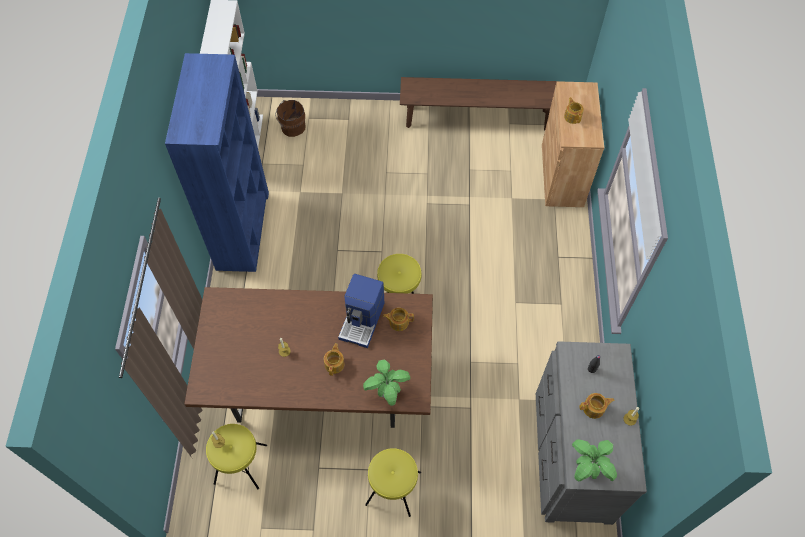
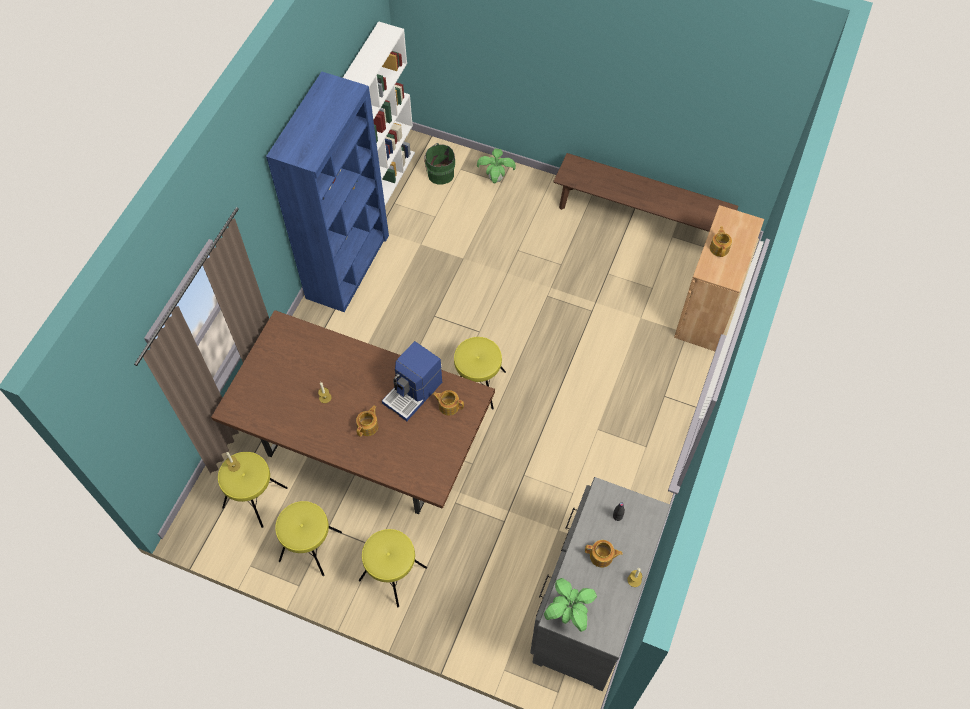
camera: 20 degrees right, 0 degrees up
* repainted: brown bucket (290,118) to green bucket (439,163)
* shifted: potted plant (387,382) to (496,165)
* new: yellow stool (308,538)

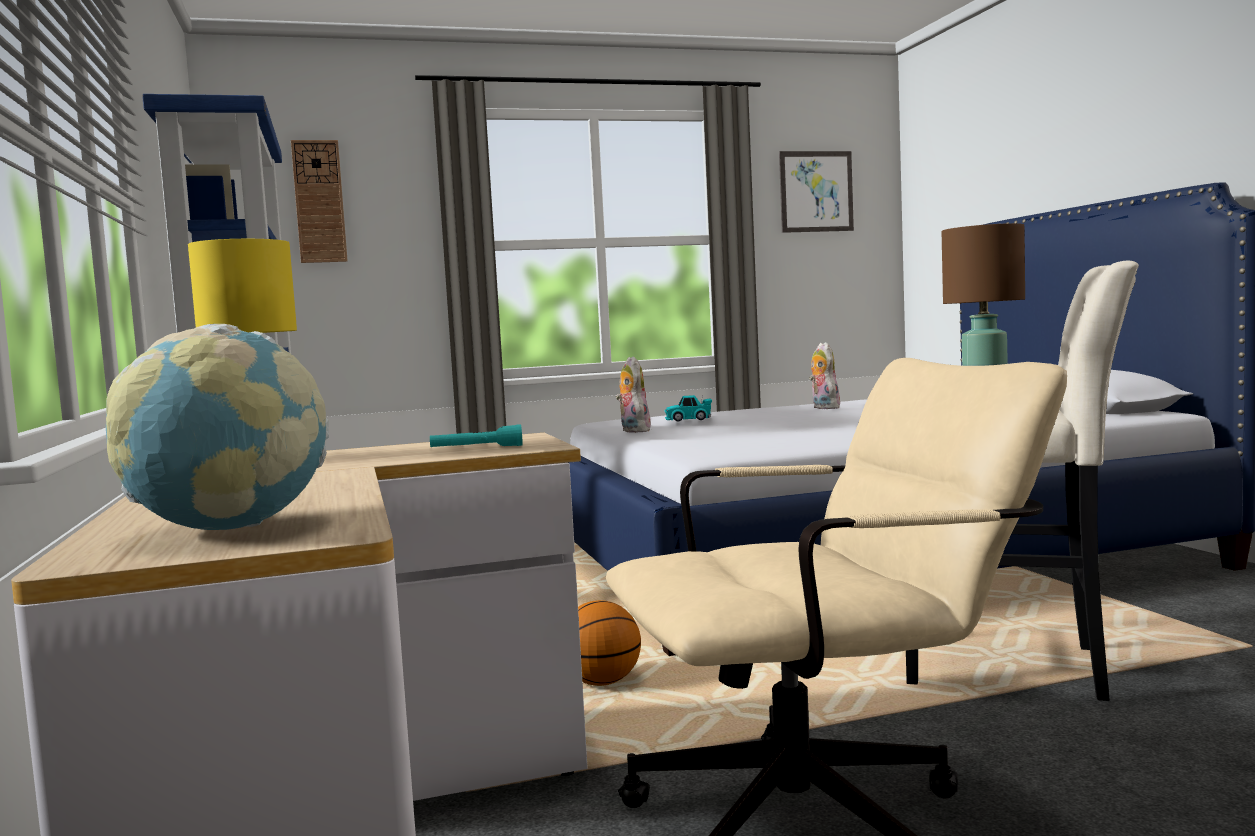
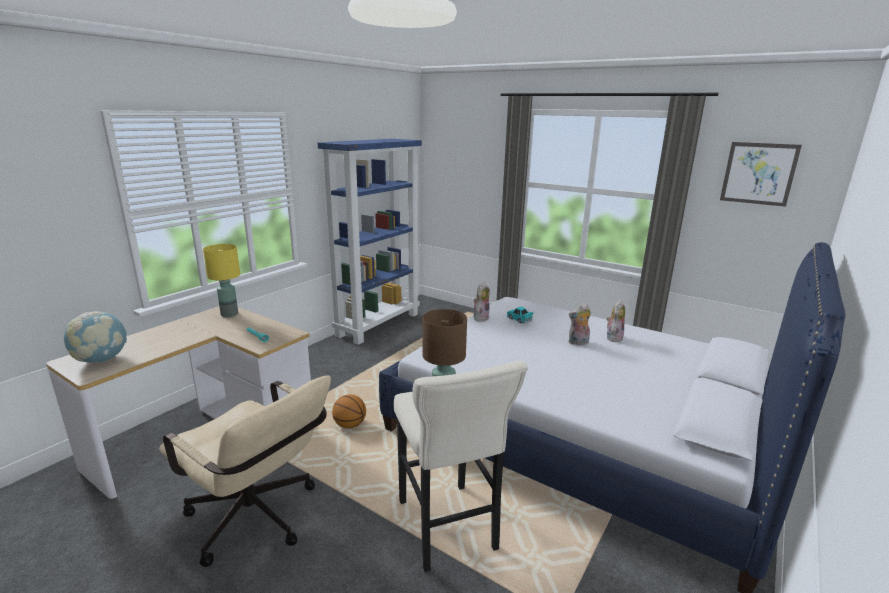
camera: 50 degrees right, 15 degrees up
* gone: wall clock (319,201)
* new: plush toy (580,324)

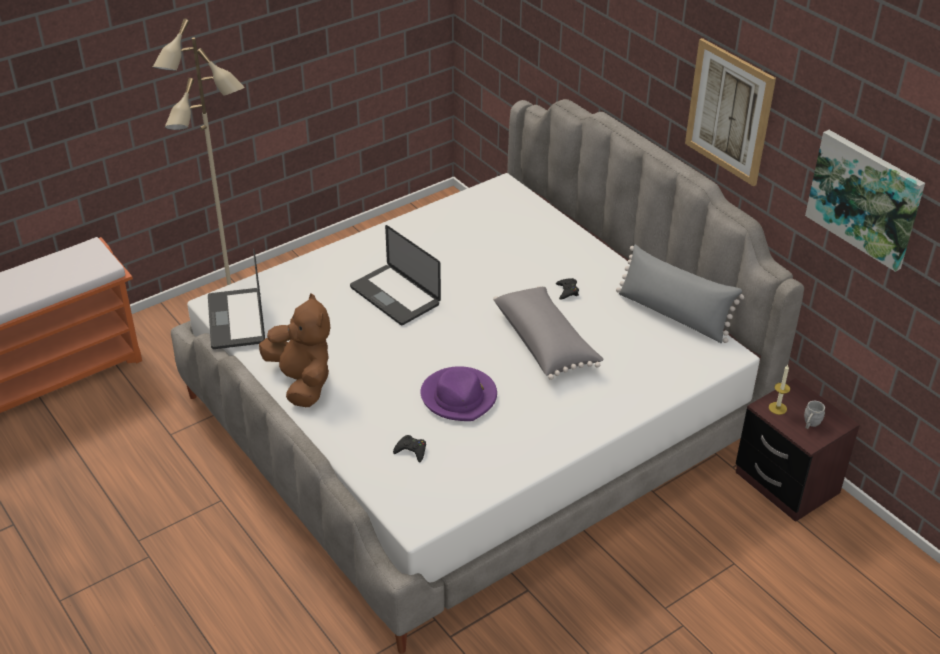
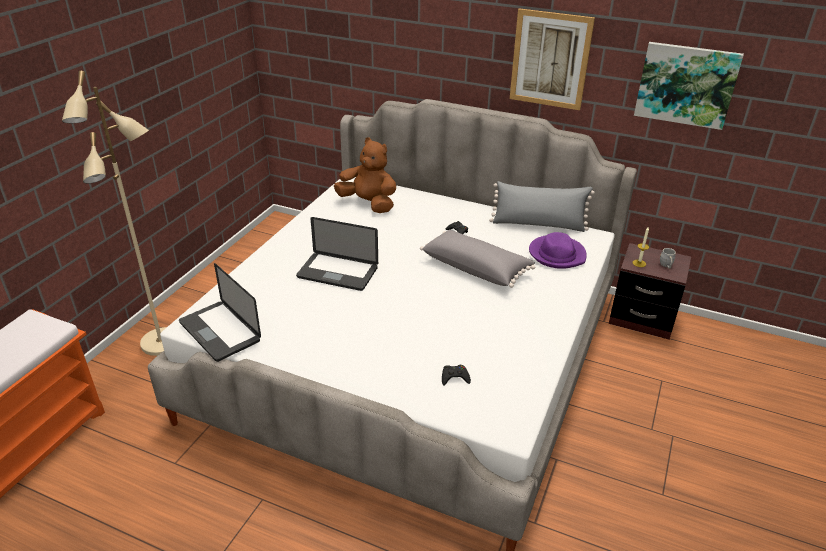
camera: 30 degrees left, 5 degrees down
* shifted: brown plush toy (294,350) to (365,175)
* shifted: purple hat (458,393) to (558,250)

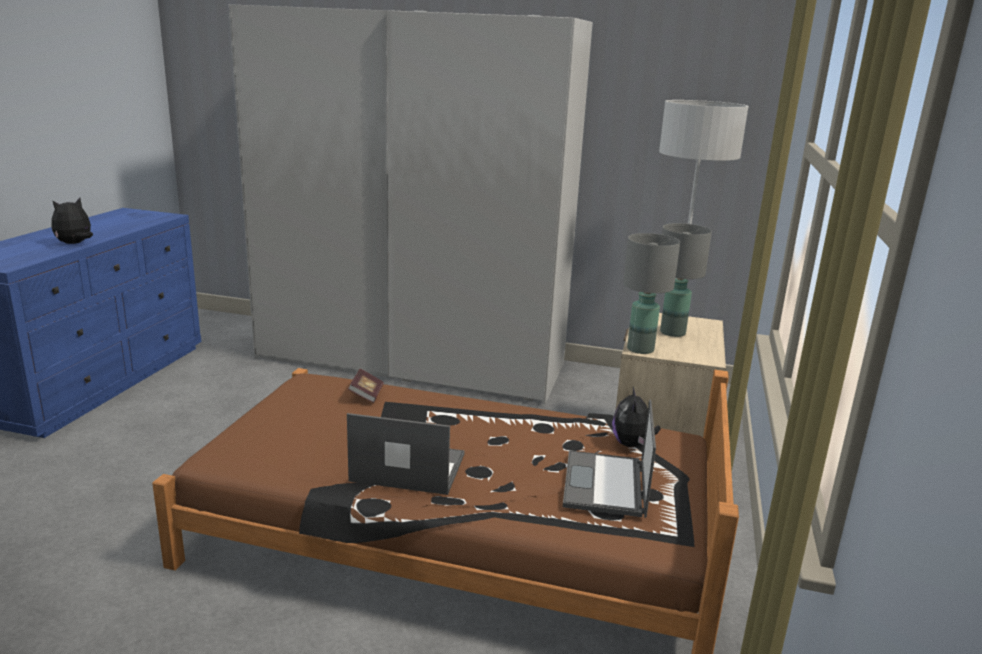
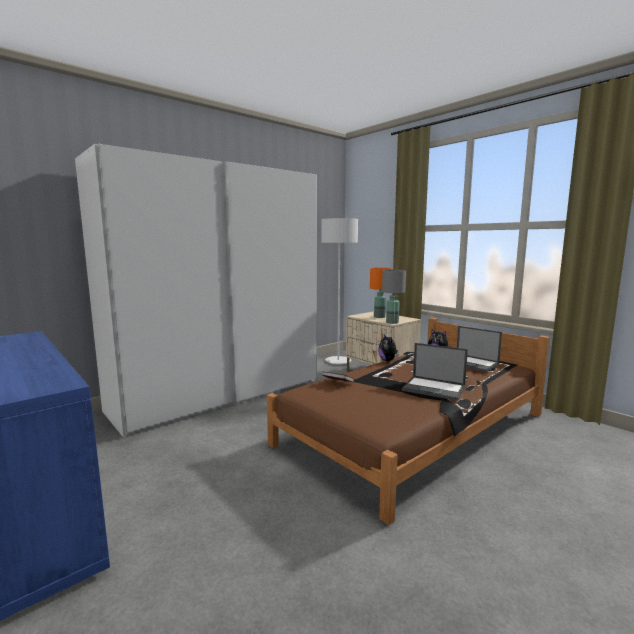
camera: 55 degrees left, 10 degrees down
* shifted: plush toy (72,221) to (388,347)
* rotated: laptop (406,454) = (435,372) 105 degrees counterclockwise
* repainted: grey table lamp (686,280) to orange table lamp (381,293)

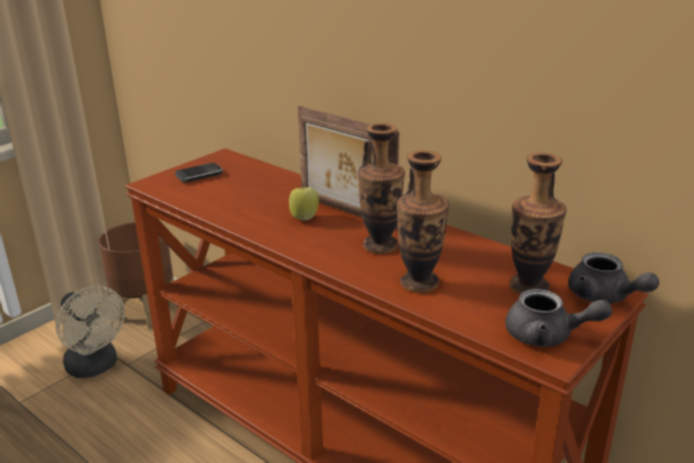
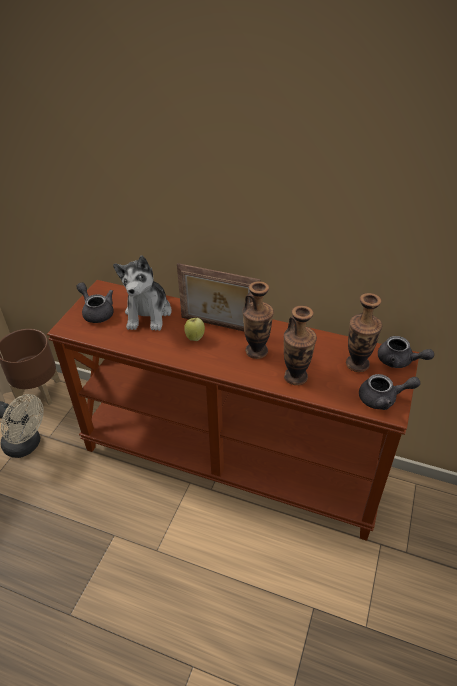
camera: 20 degrees left, 15 degrees up
* swapped: phone (199,173) to grey teapot (95,302)
* new: plush toy (142,293)

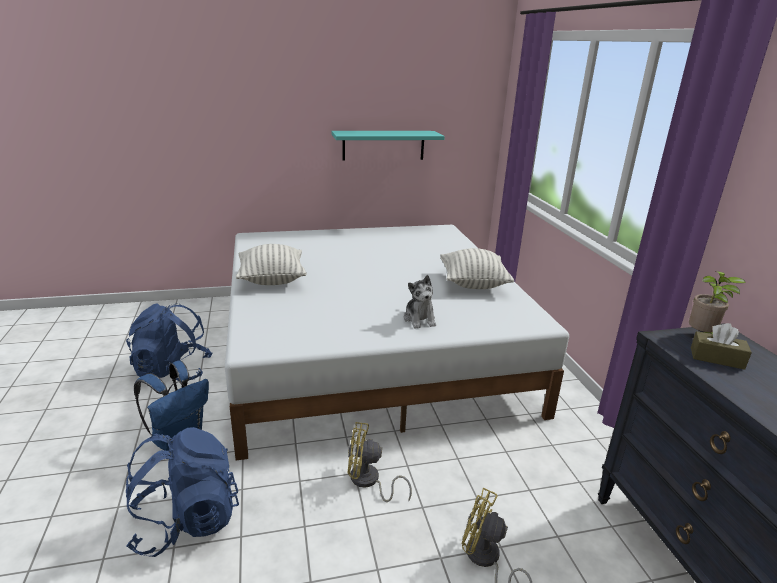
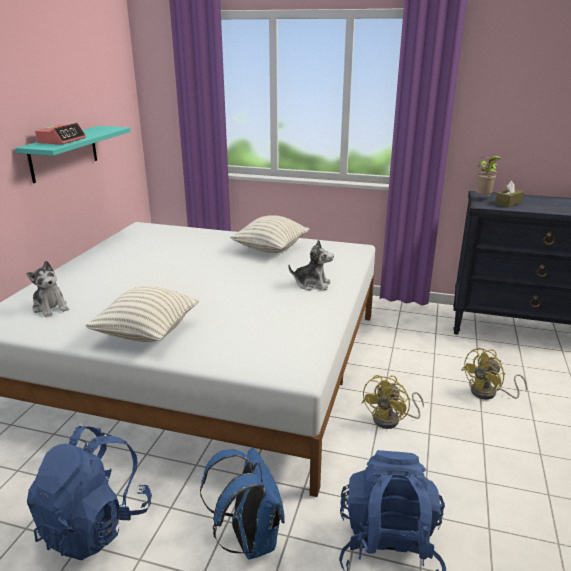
camera: 60 degrees left, 0 degrees up
* new: plush toy (47,289)
* new: alarm clock (60,134)

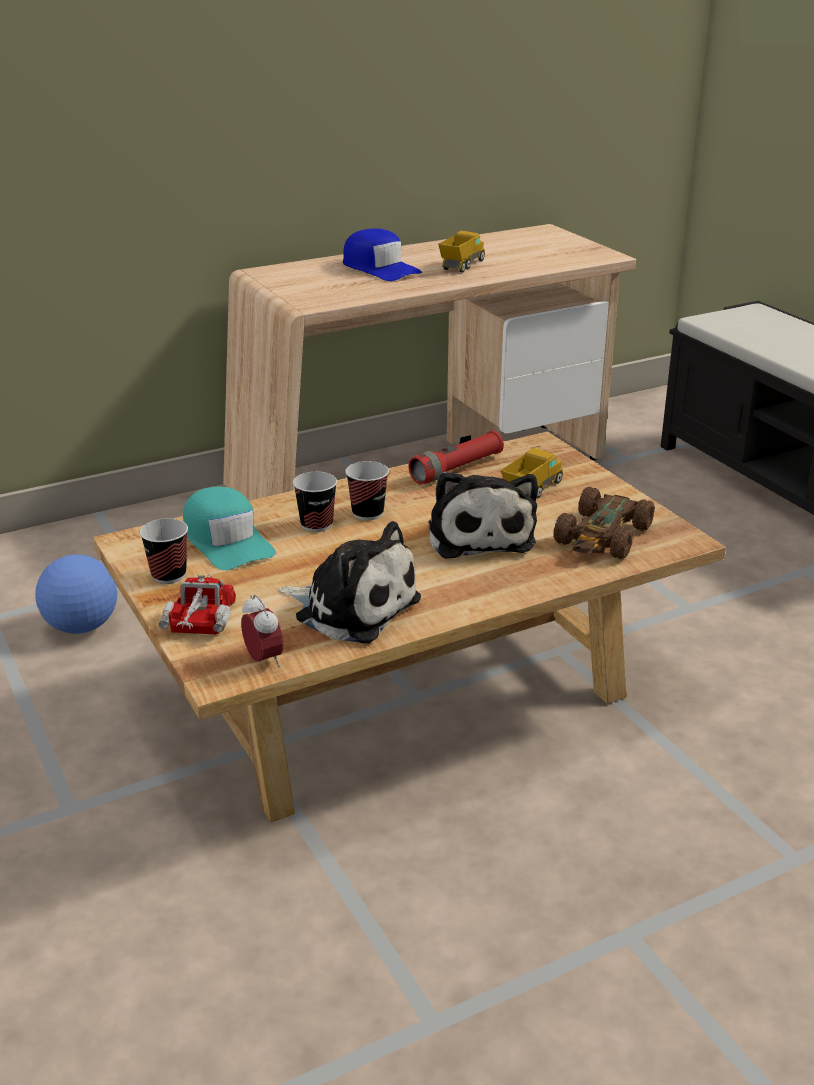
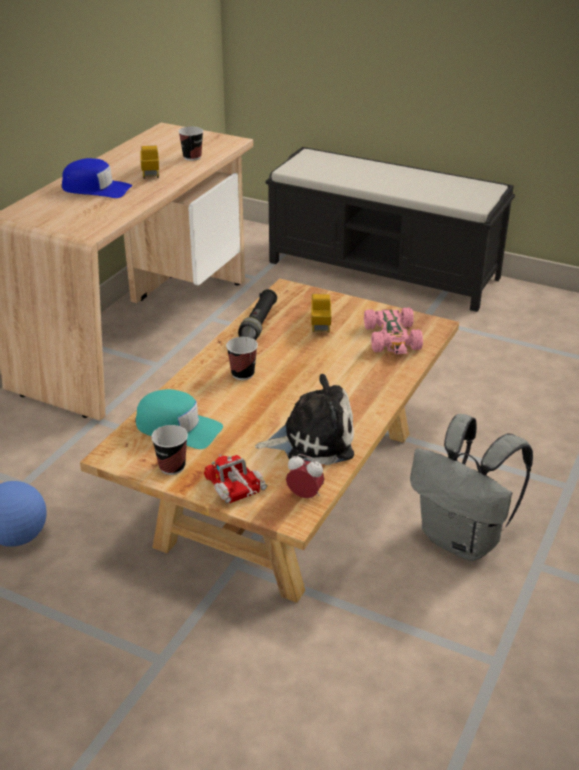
camera: 35 degrees left, 5 degrees up
* shifted: cup (315,502) to (190,143)
* repainted: red flashlight (456,457) to black flashlight (257,314)
* gone: plush toy (483,515)
* repainted: brown toy car (604,523) to pink toy car (393,330)
* new: grey backpack (471,487)

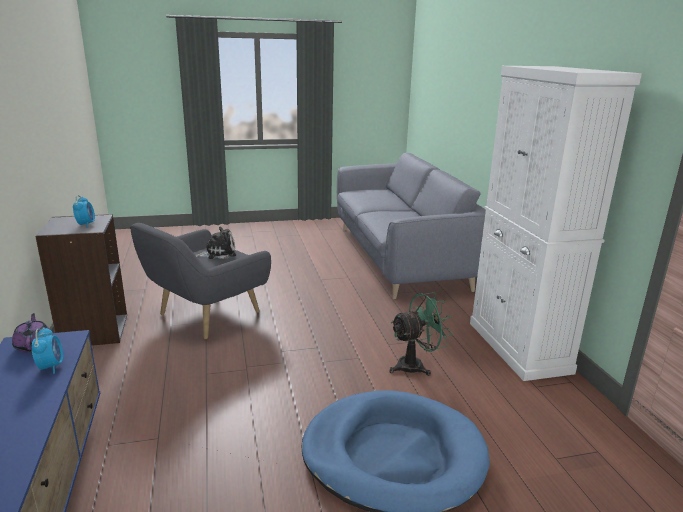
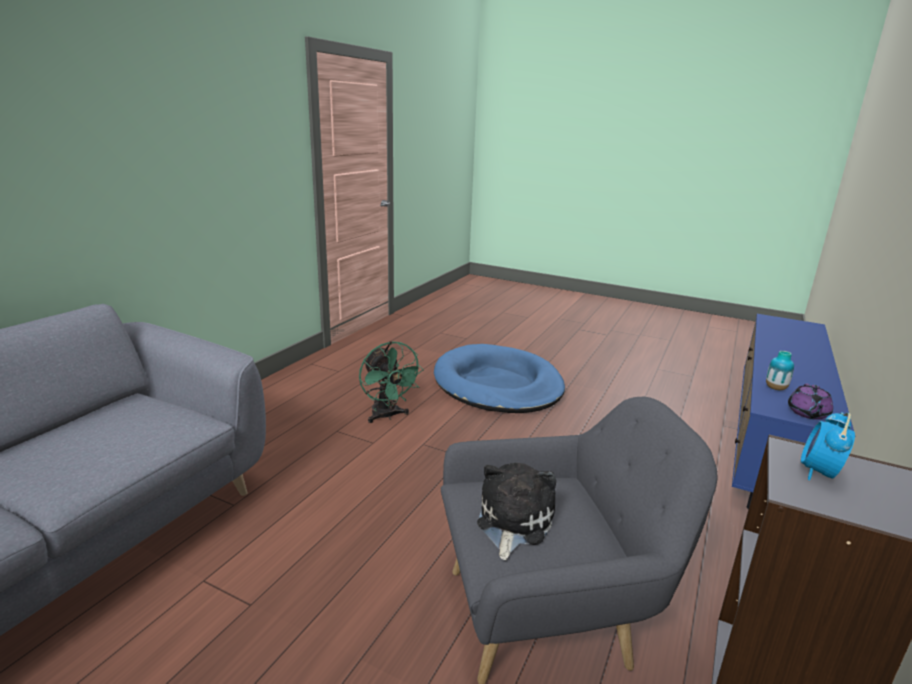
camera: 140 degrees left, 0 degrees up
* swapped: alarm clock (47,350) to vase (780,370)
* rotated: plush toy (216,242) = (516,511) 90 degrees clockwise
* rotated: green fan (420,334) = (391,382) 135 degrees counterclockwise
* gone: white cabinet (556,223)

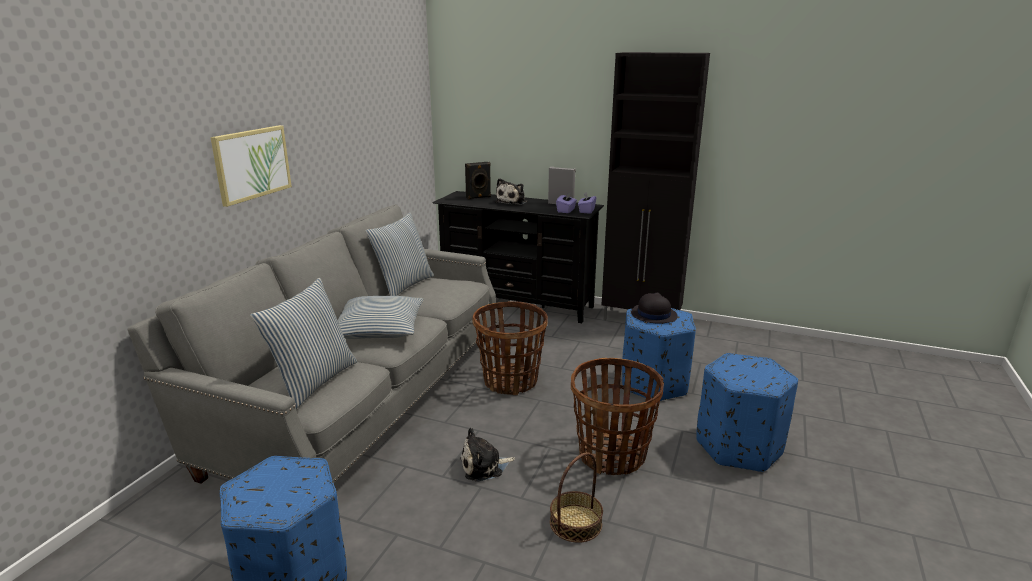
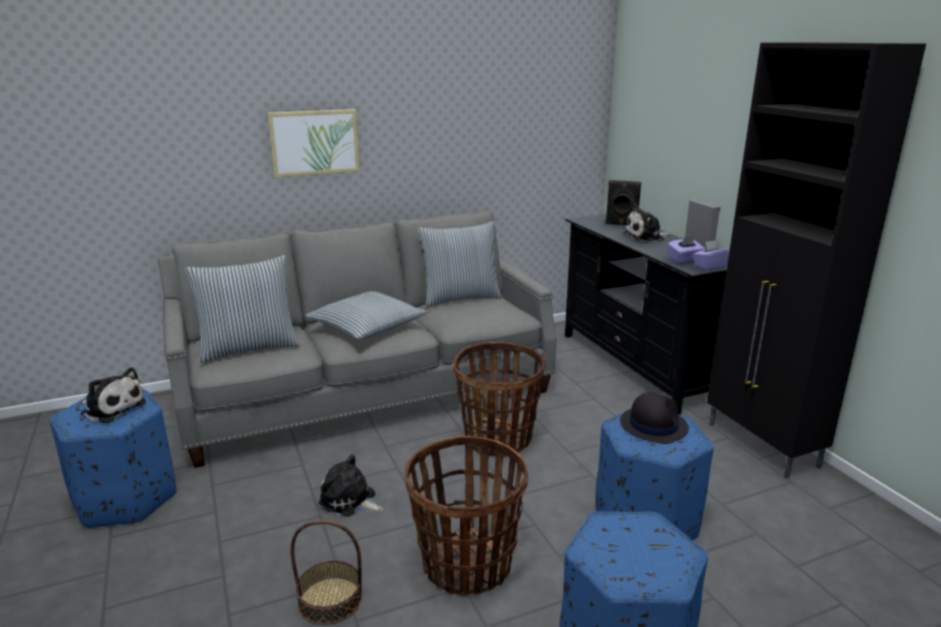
camera: 45 degrees right, 0 degrees up
* new: plush toy (113,395)

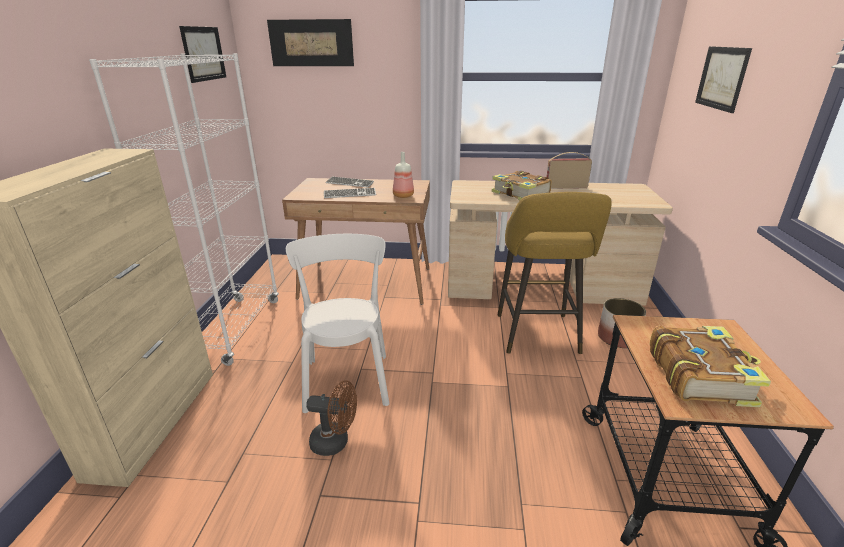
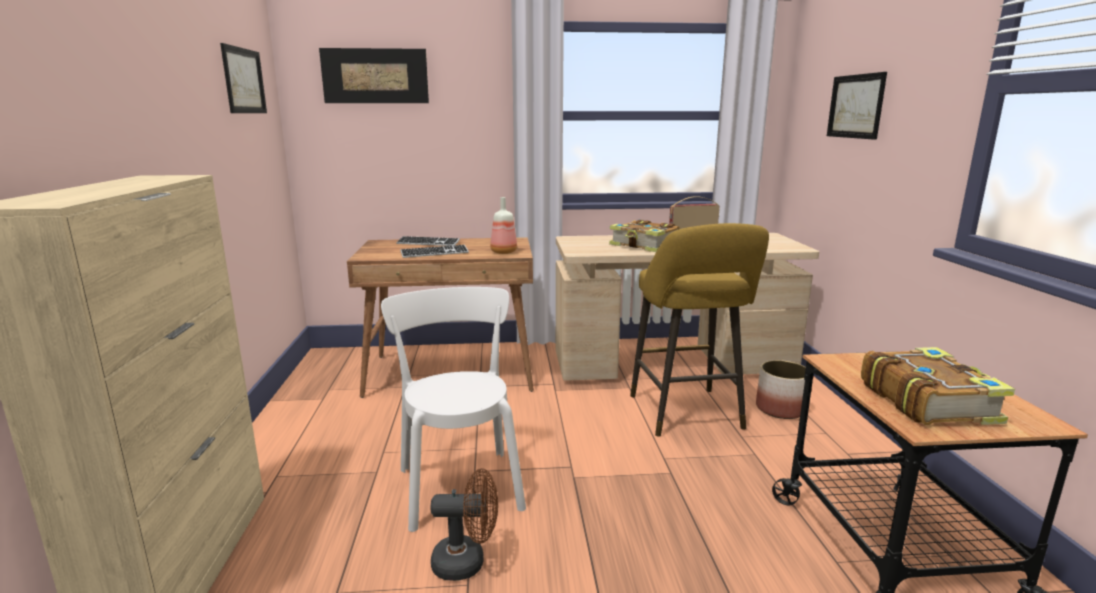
camera: 10 degrees left, 10 degrees down
* gone: white bookcase (184,209)

